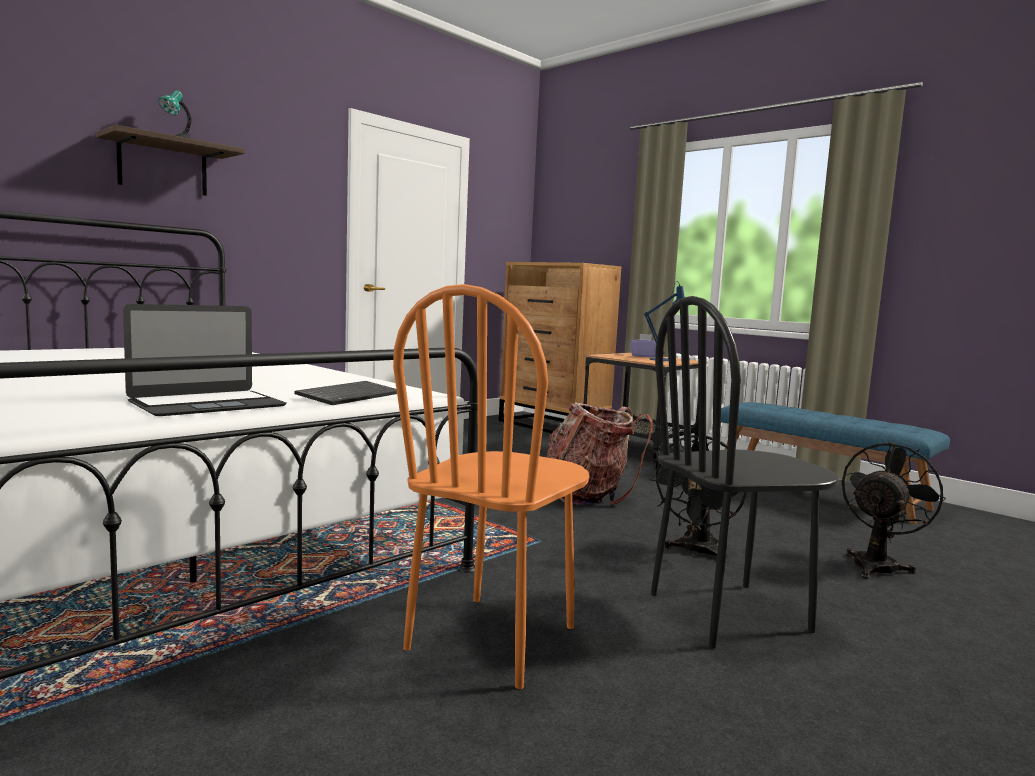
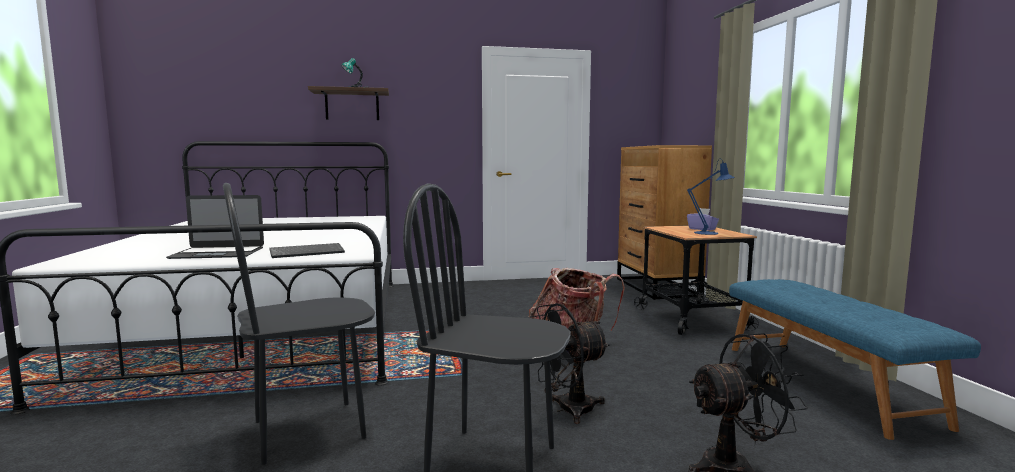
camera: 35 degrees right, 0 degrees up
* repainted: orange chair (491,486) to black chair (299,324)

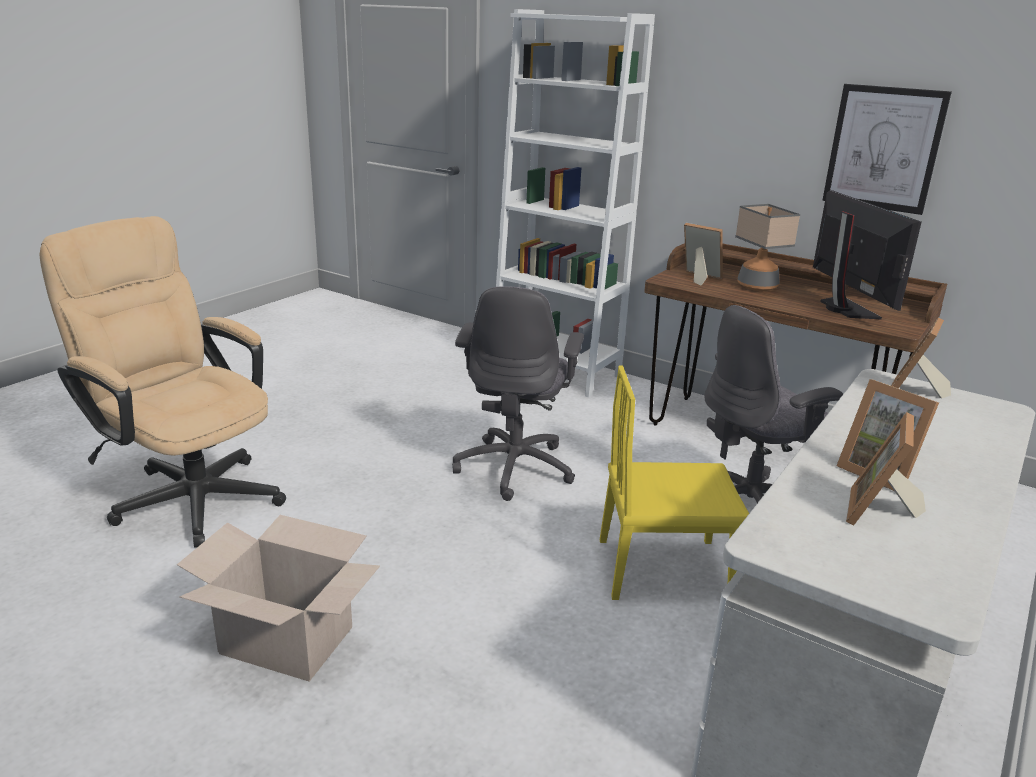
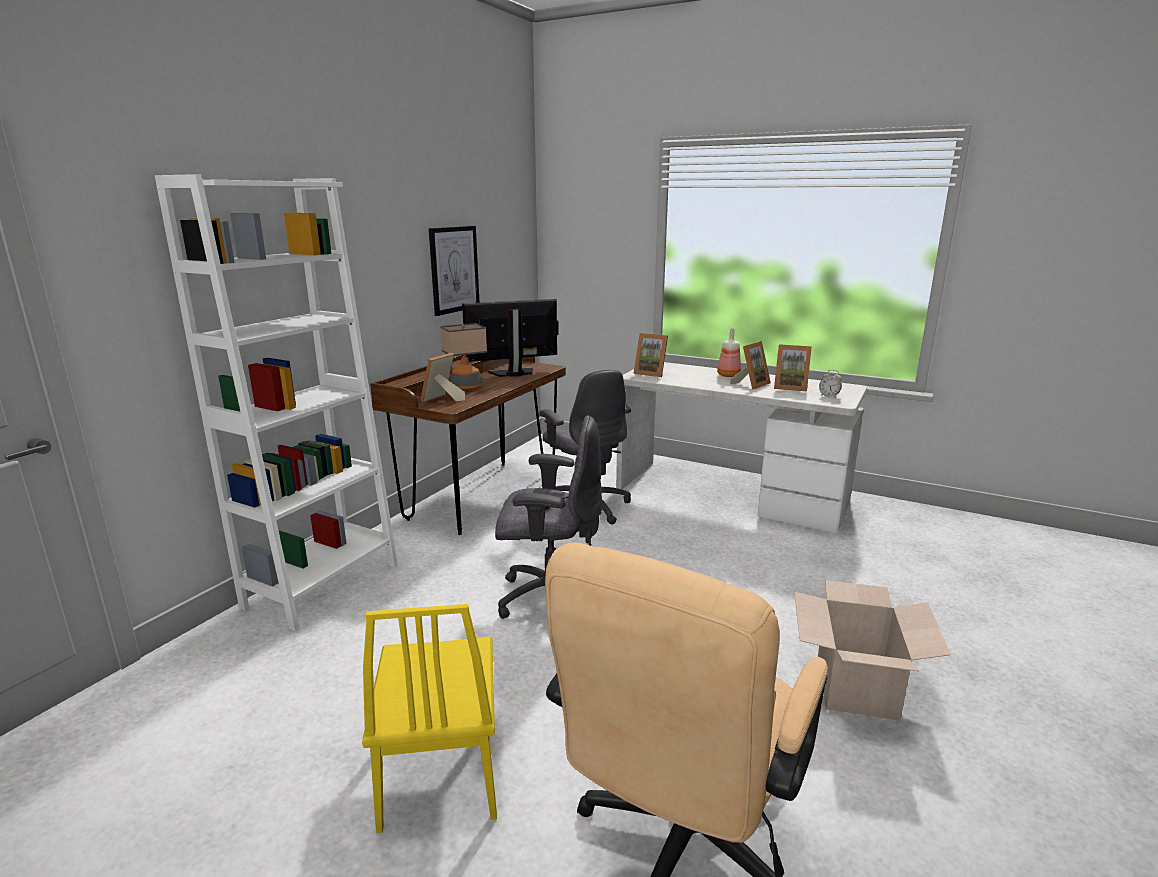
camera: 95 degrees left, 5 degrees down
* shifted: yellow chair (674,483) to (429,718)
* new: bottle (729,352)
* new: alarm clock (830,384)

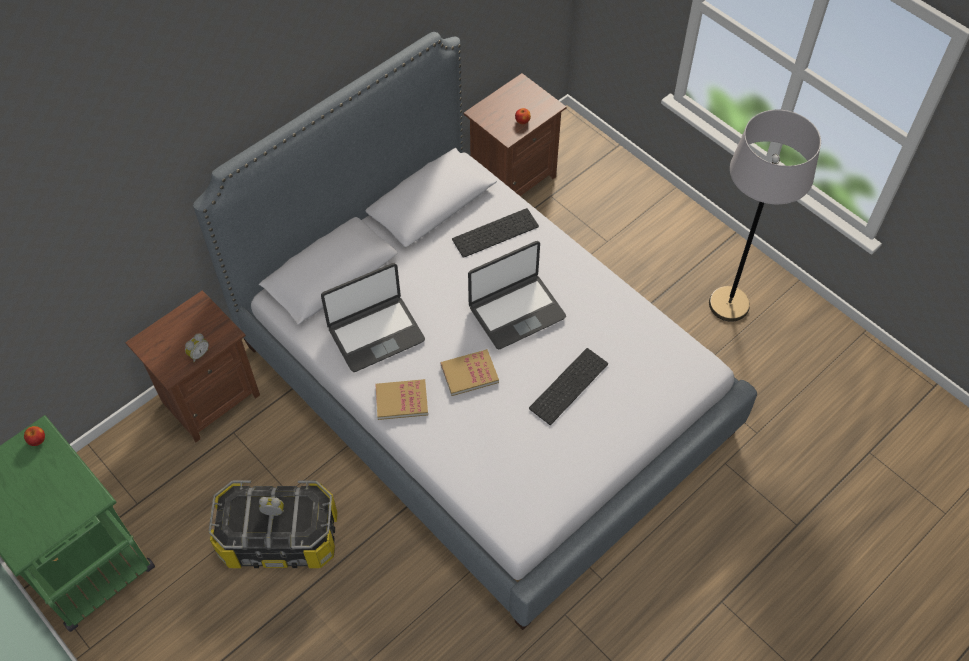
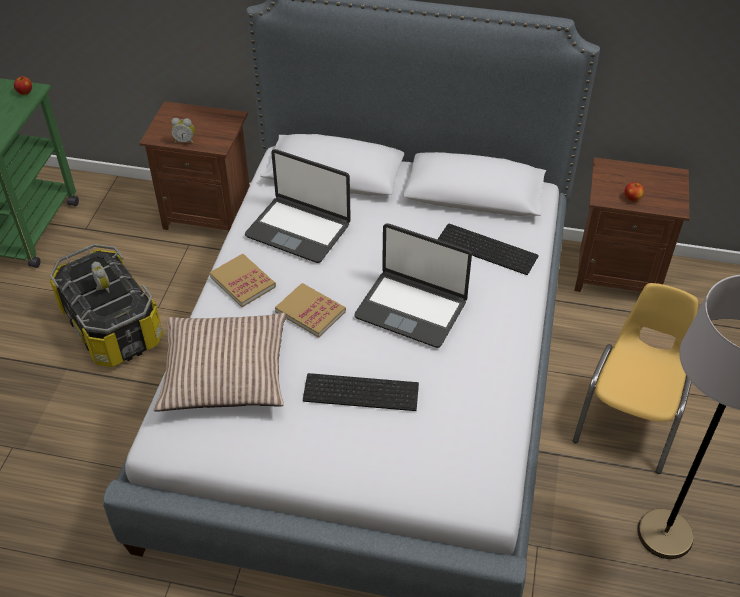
camera: 55 degrees right, 10 degrees down
* new: pillow (220,362)
* new: yellow chair (635,378)

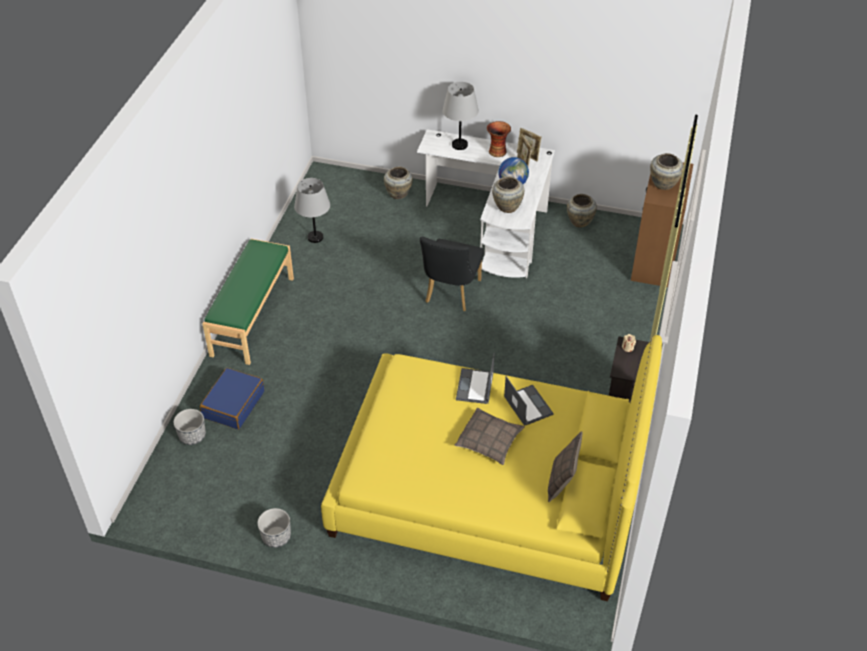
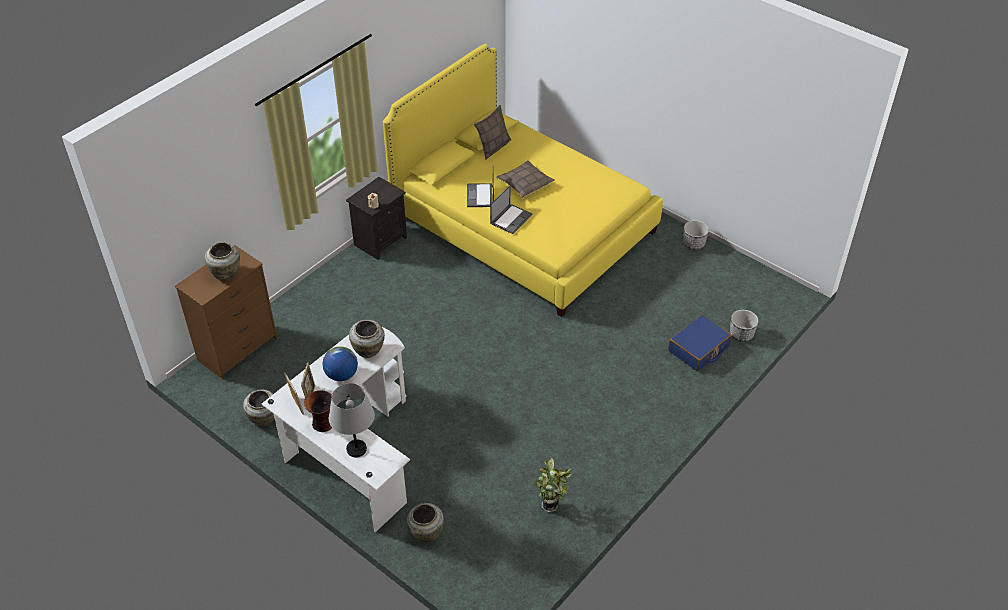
camera: 155 degrees left, 0 degrees up
* gone: green bench (248,302)
* swapped: grey table lamp (312,210) to potted plant (553,485)
* gone: black chair (452,274)

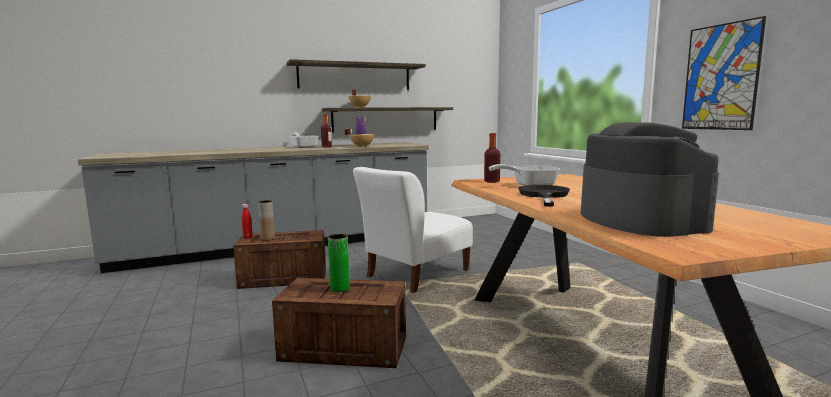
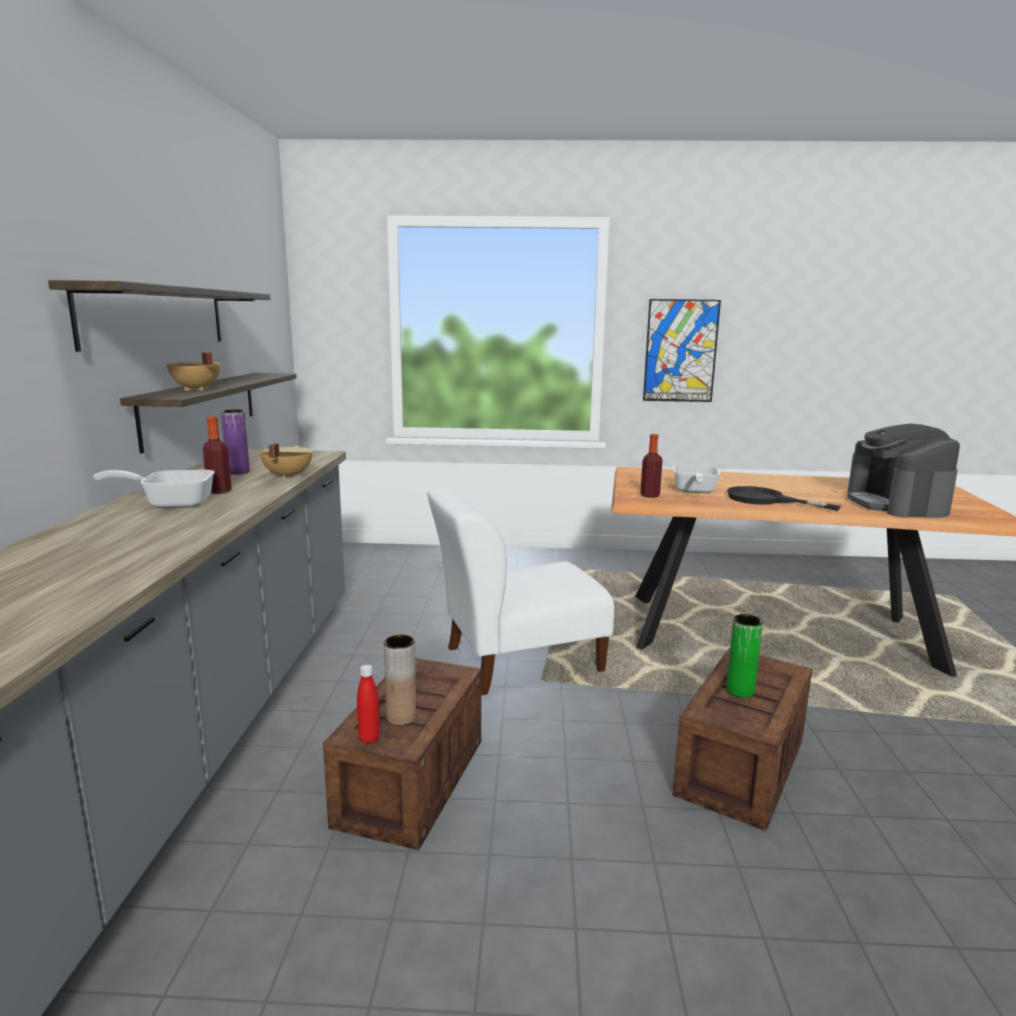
camera: 65 degrees left, 5 degrees up
* rotated: white chair (413,230) = (520,591) 90 degrees clockwise
* rotated: coffee machine (650,179) = (903,471) 105 degrees counterclockwise

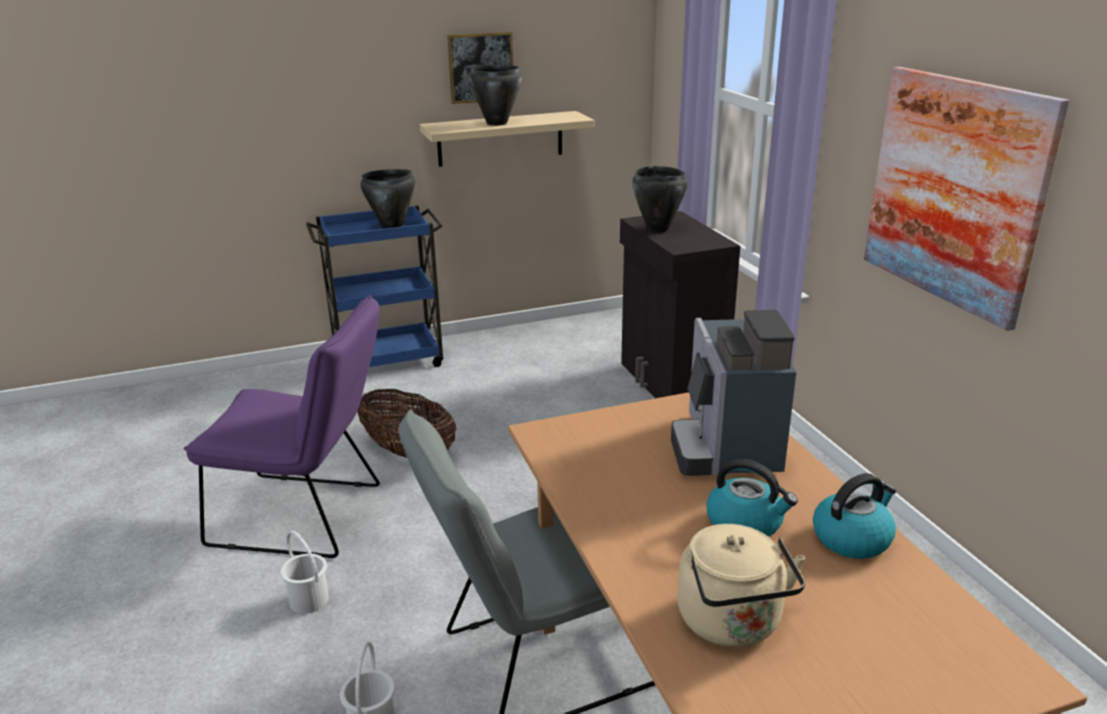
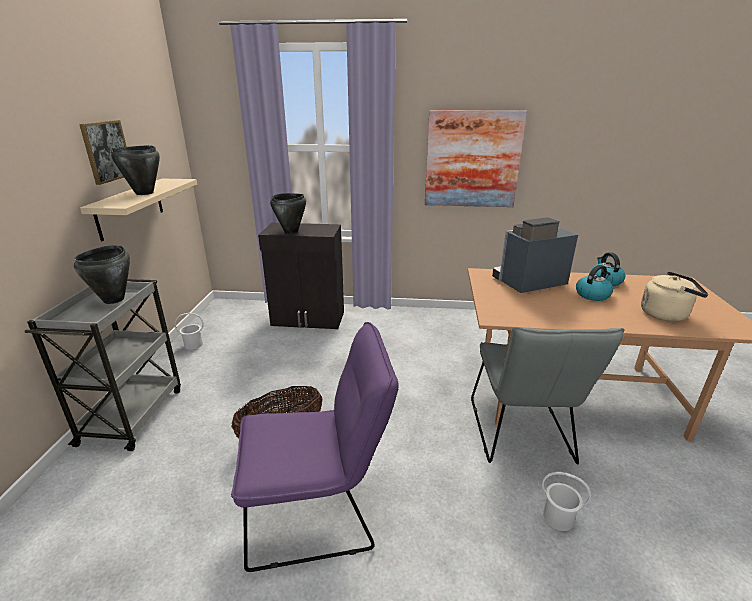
camera: 65 degrees left, 0 degrees up
* rotated: purple chair (282,426) = (315,447) 45 degrees clockwise
* shifted: white bucket (304,572) to (189,331)
* repainted: blue cart (375,286) to grey cart (103,365)
* rotated: coffee machine (733,393) = (535,255) 135 degrees clockwise

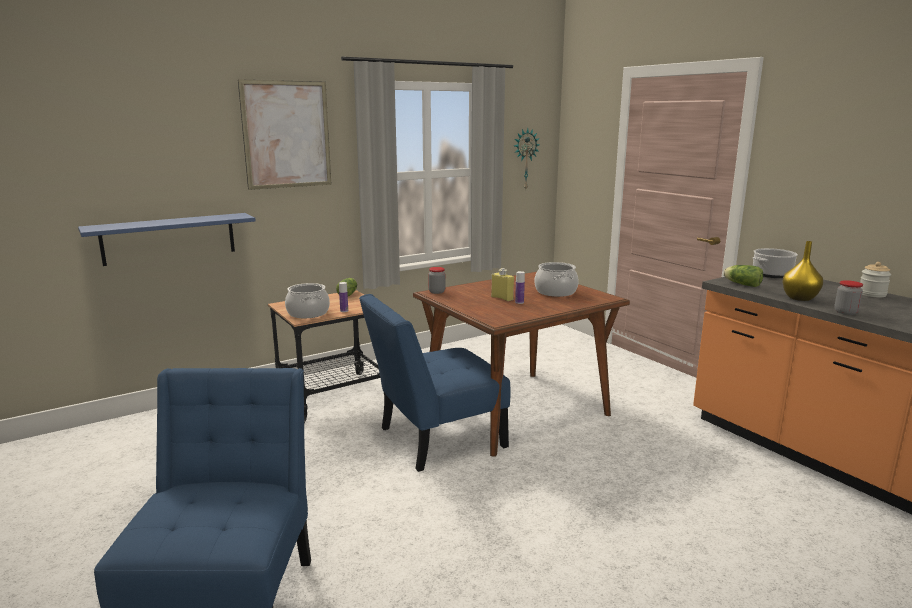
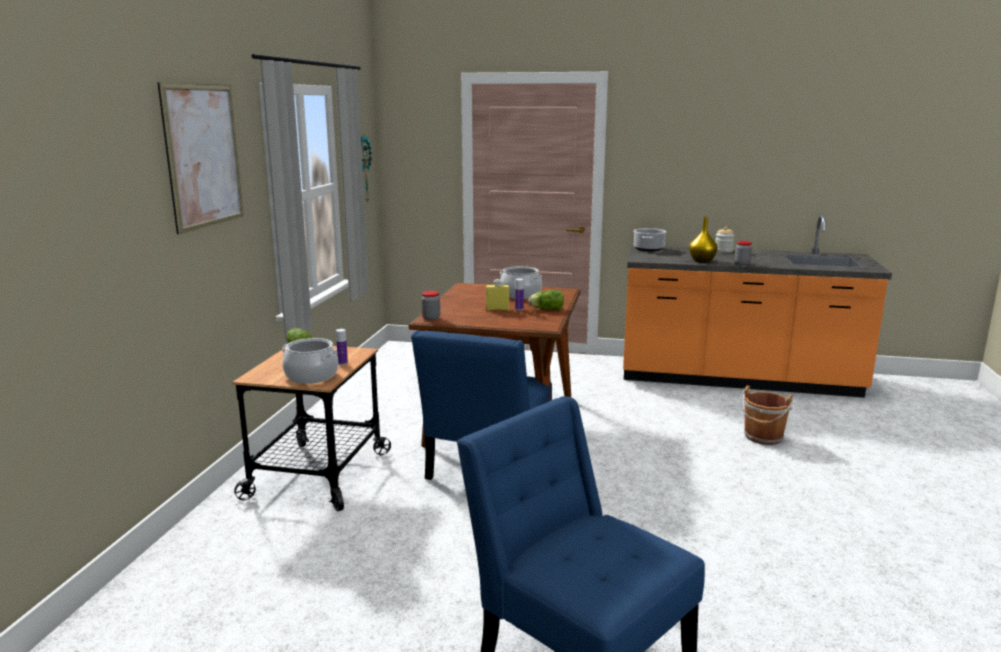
camera: 45 degrees left, 0 degrees up
* gone: blue shelf (167,239)
* shifted: lettuce (743,276) to (546,300)
* new: brown bucket (767,415)

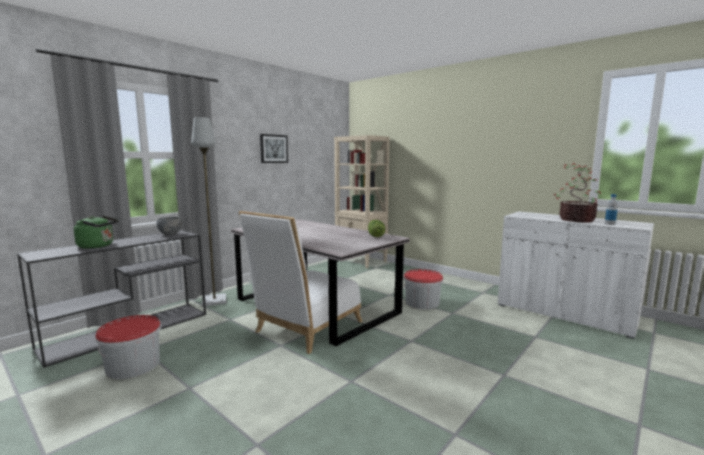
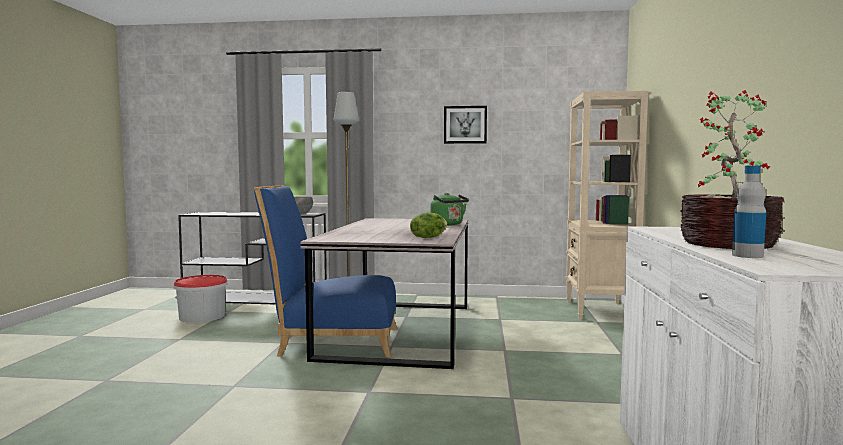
camera: 55 degrees right, 5 degrees down
* shifted: green kettle (96,232) to (449,209)
* repainted: white chair (301,282) to blue chair (325,271)
* gone: bucket (423,289)

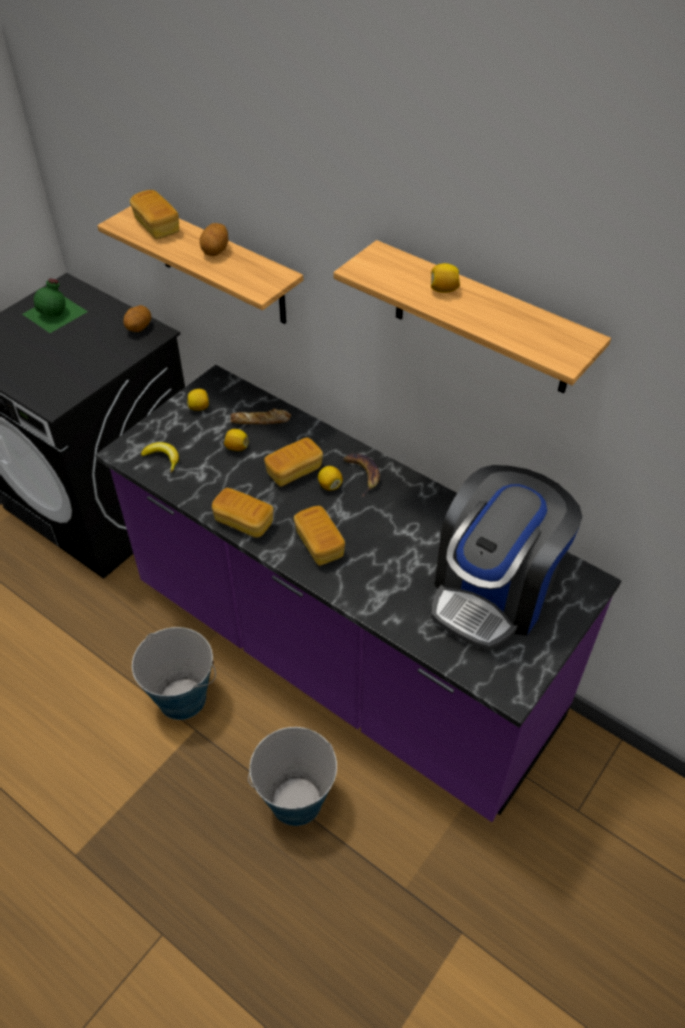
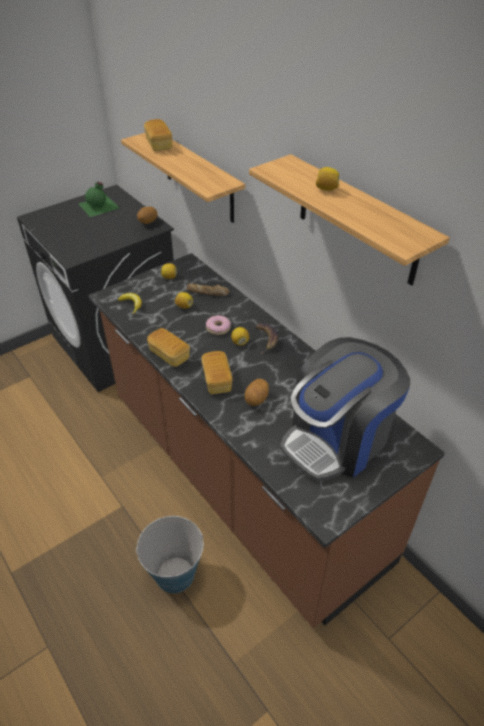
camera: 15 degrees right, 5 degrees down
* repainted: purple counter (358,593) to brown counter (267,440)
* gone: bucket (174,673)
* shifted: potato (214,239) to (257,392)
* swapped: bread (293,462) to donut (218,325)

